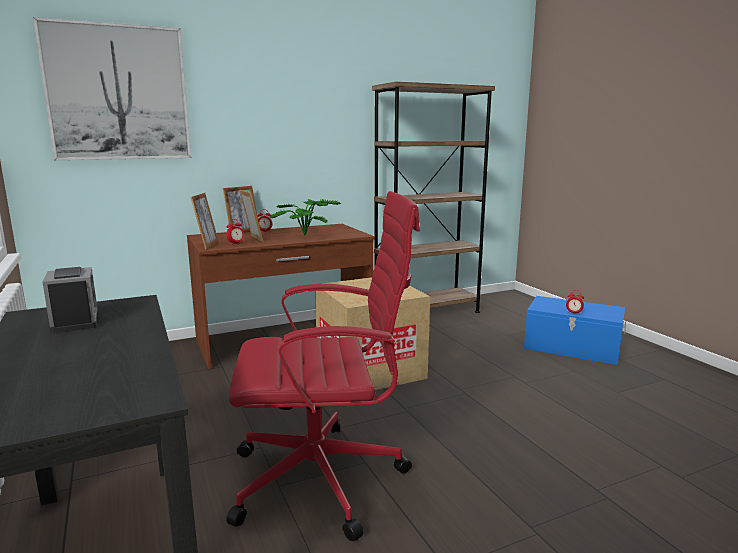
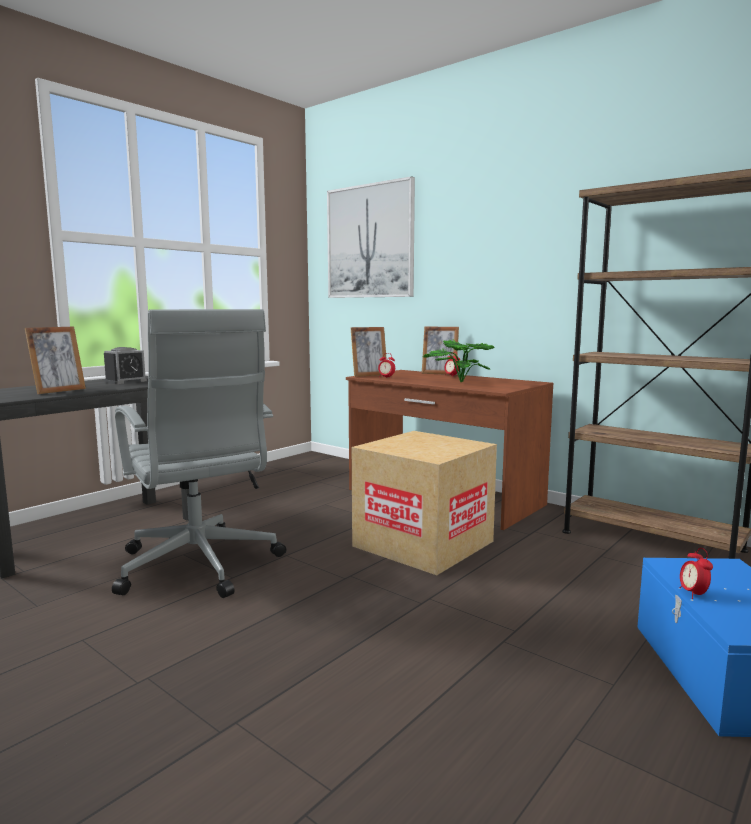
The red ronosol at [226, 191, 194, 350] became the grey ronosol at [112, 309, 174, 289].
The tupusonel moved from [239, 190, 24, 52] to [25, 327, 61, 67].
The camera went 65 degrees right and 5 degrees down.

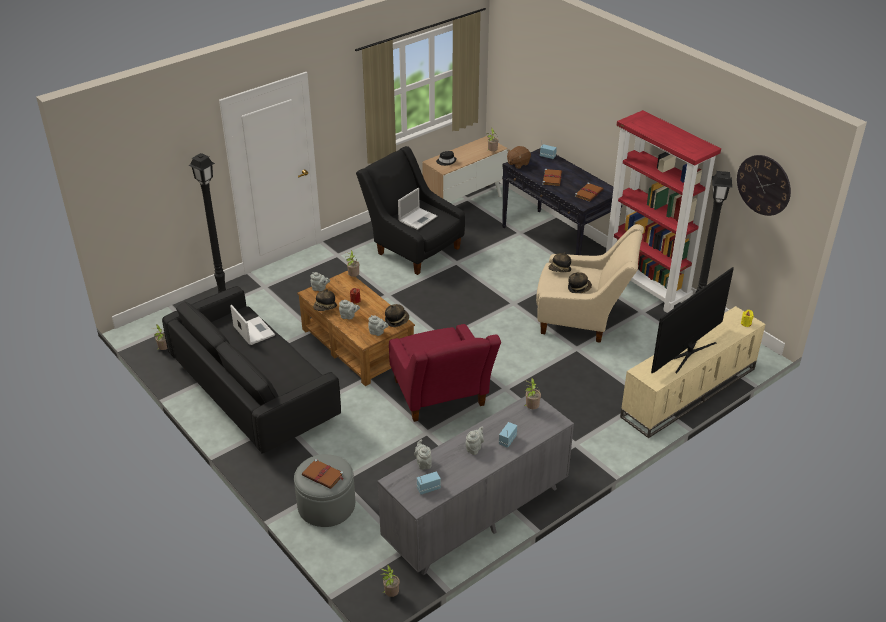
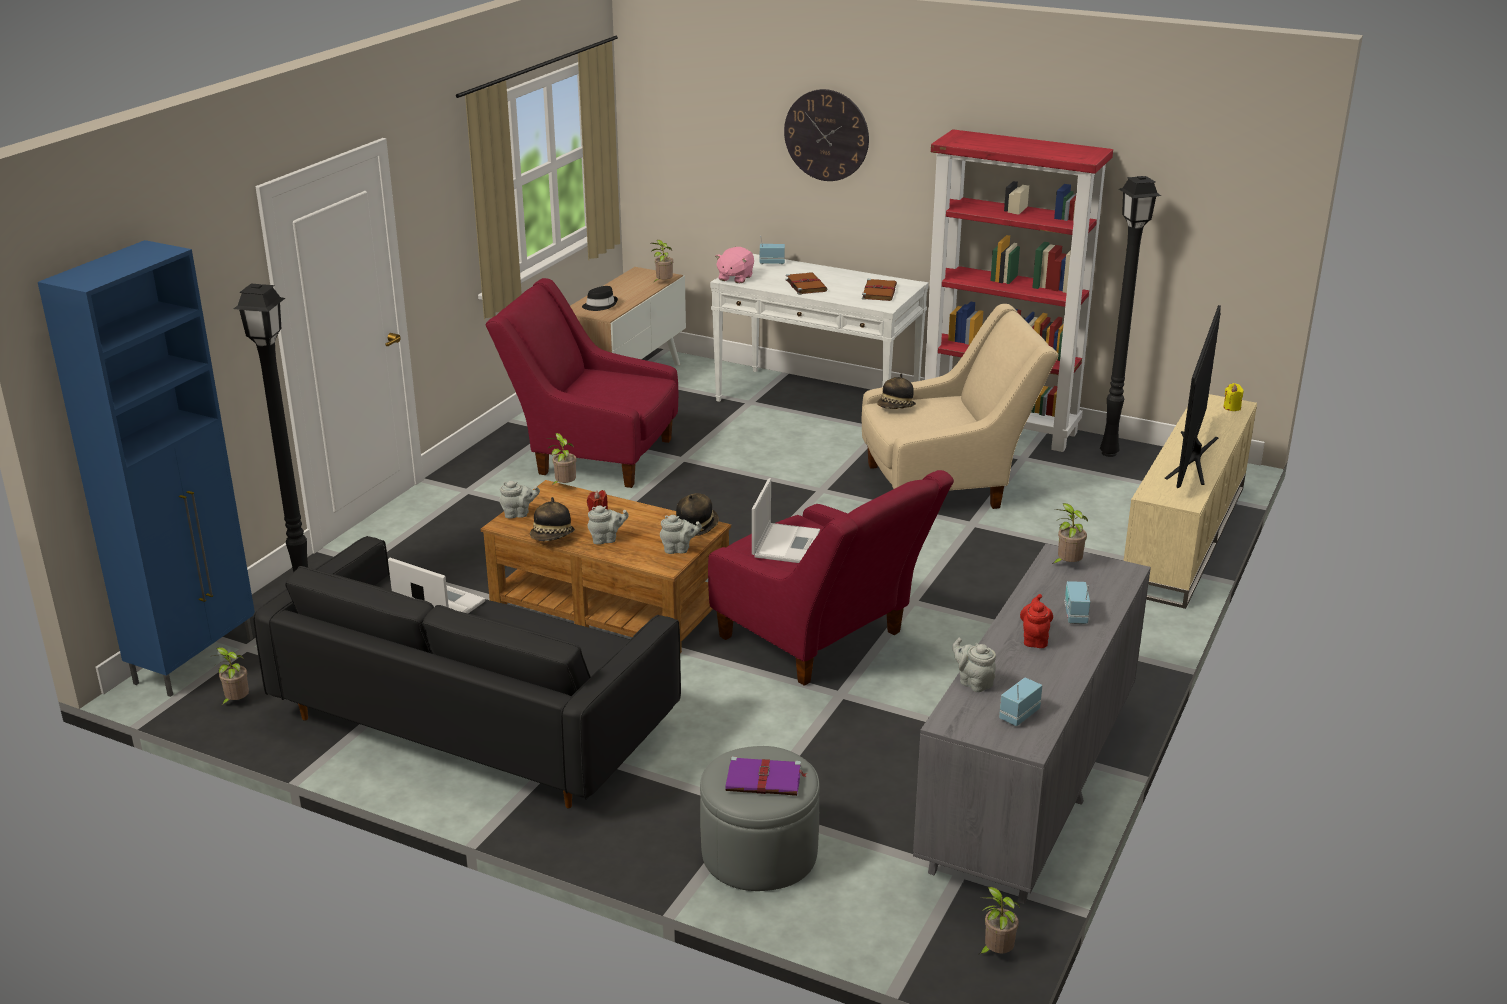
The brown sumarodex at [302, 459, 42, 30] became the purple sumarodex at [725, 756, 82, 40].
The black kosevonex at [356, 146, 109, 129] became the red kosevonex at [486, 278, 192, 210].
The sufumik moved from [398, 188, 39, 42] to [752, 478, 68, 85].
The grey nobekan at [466, 426, 18, 29] became the red nobekan at [1020, 594, 33, 54].
The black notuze at [502, 148, 120, 107] became the white notuze at [710, 254, 219, 148].
The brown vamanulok at [507, 146, 24, 23] became the pink vamanulok at [715, 247, 39, 36].
The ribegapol at [568, 272, 24, 21] disappeared.
The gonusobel moved from [737, 155, 54, 61] to [784, 89, 85, 92].
The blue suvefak at [38, 240, 217, 457] appeared.
The camera went 25 degrees left and 10 degrees down.

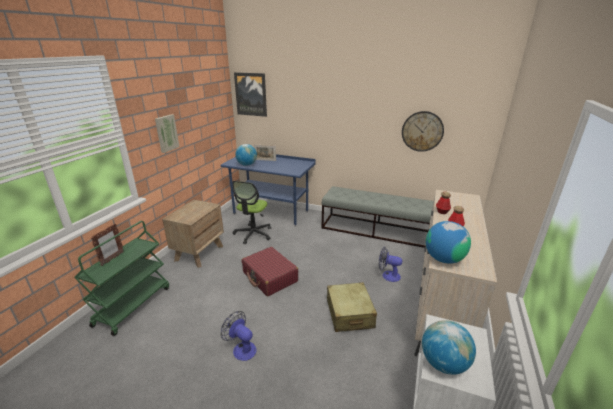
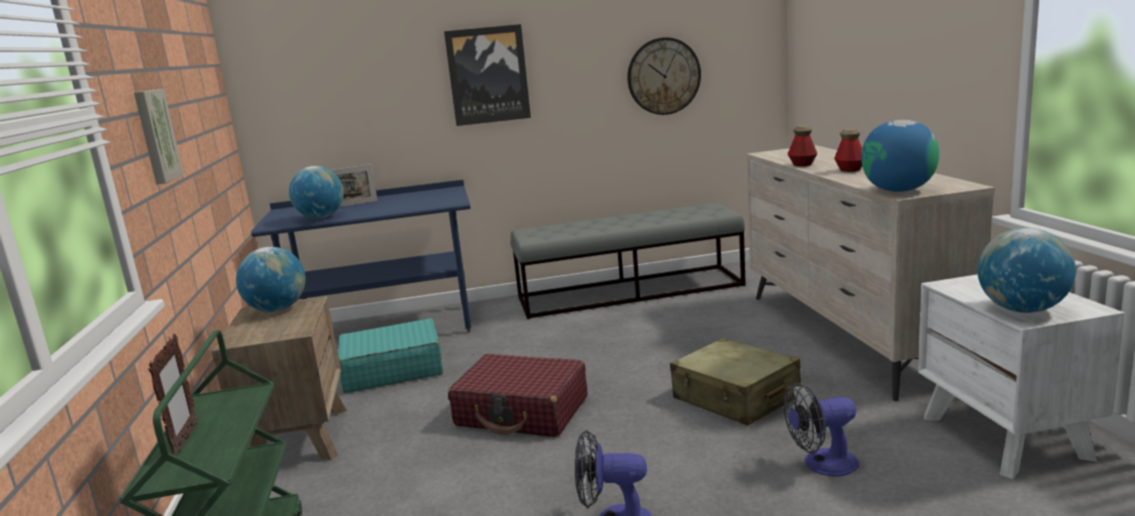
The ronosol at [233, 181, 38, 63] was replaced by the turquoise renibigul at [338, 318, 105, 75].
The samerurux moved from [234, 72, 33, 45] to [444, 24, 87, 102].
The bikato moved from [379, 247, 23, 35] to [784, 383, 75, 93].
The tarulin at [236, 247, 70, 65] appeared.
The camera went 30 degrees left and 10 degrees down.

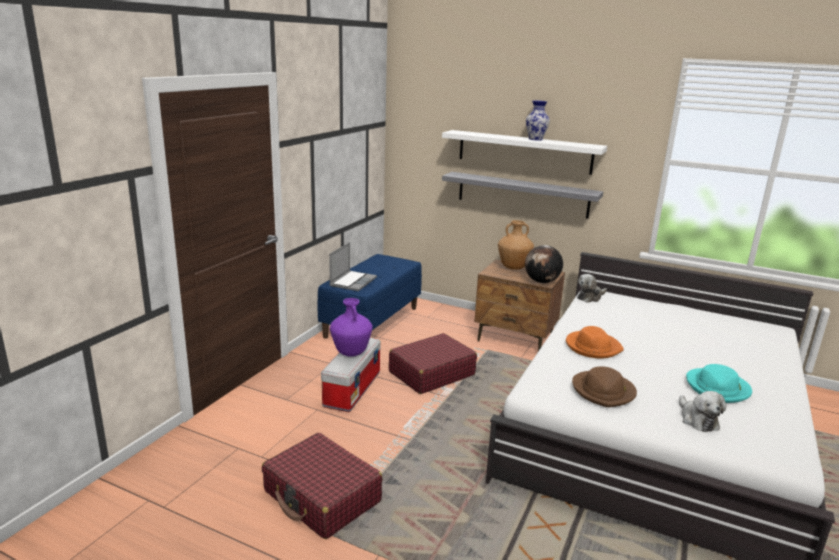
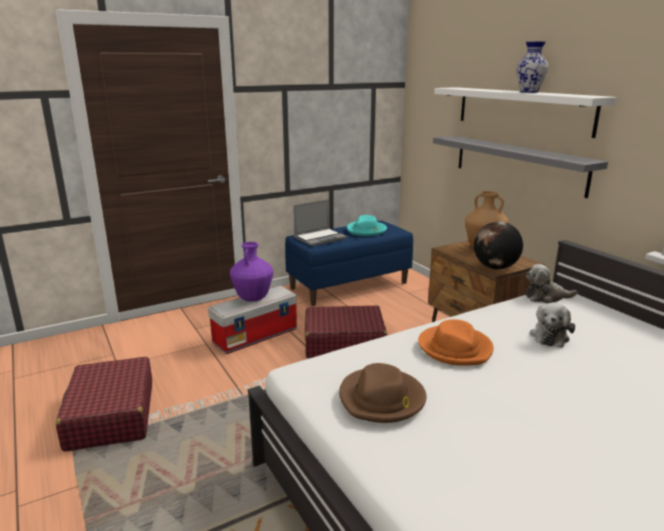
The vamanulok moved from [679, 391, 47, 41] to [529, 303, 46, 45].
The turquoise ribegapol moved from [686, 364, 66, 39] to [347, 215, 40, 21].
The camera went 35 degrees right and 0 degrees up.

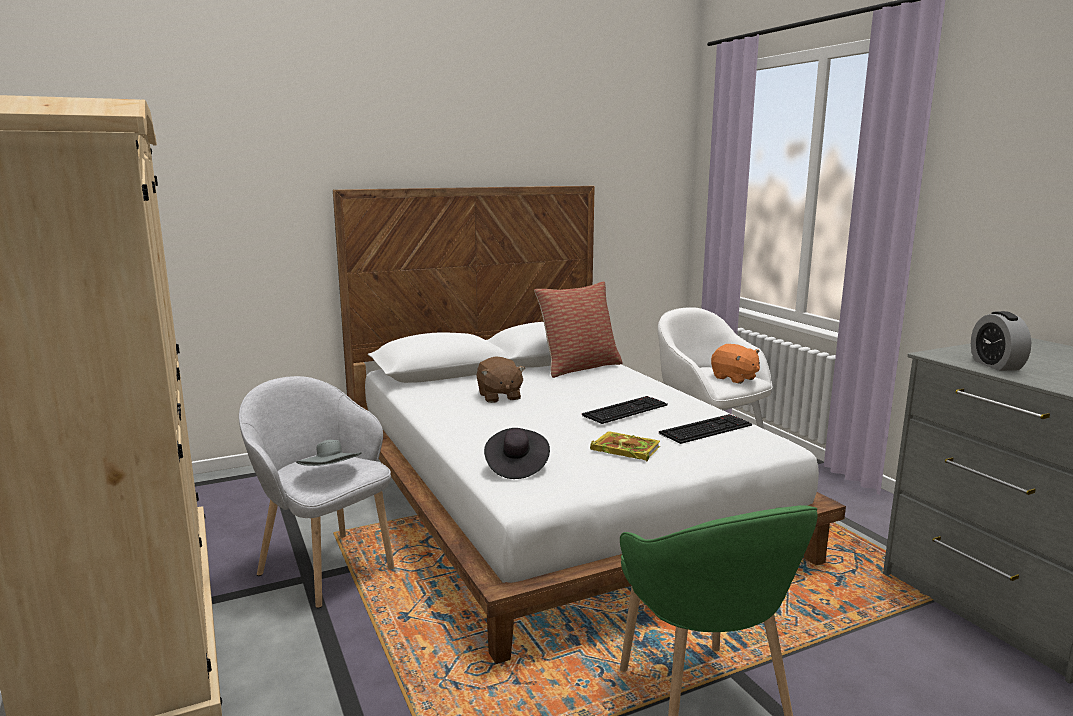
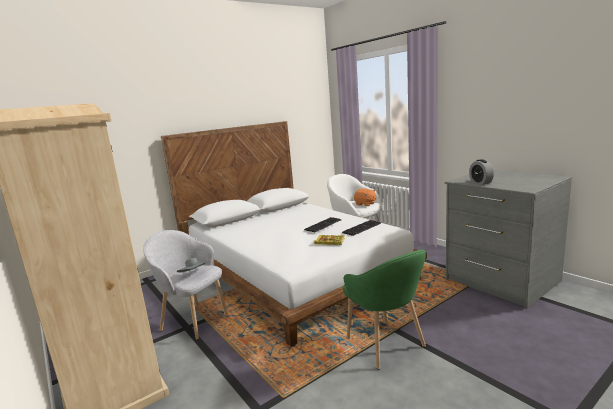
The brown vamanulok at [476, 356, 50, 47] disappeared.
The black ribegapol at [484, 428, 66, 51] disappeared.
The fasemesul at [534, 281, 89, 97] disappeared.
The camera went 10 degrees left and 0 degrees up.

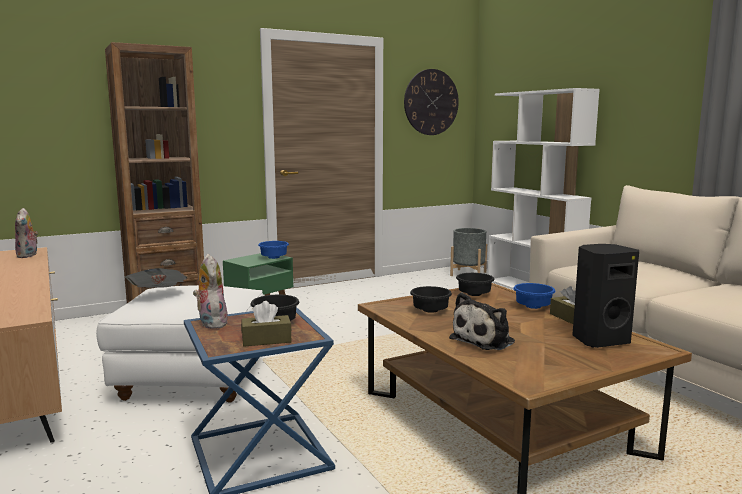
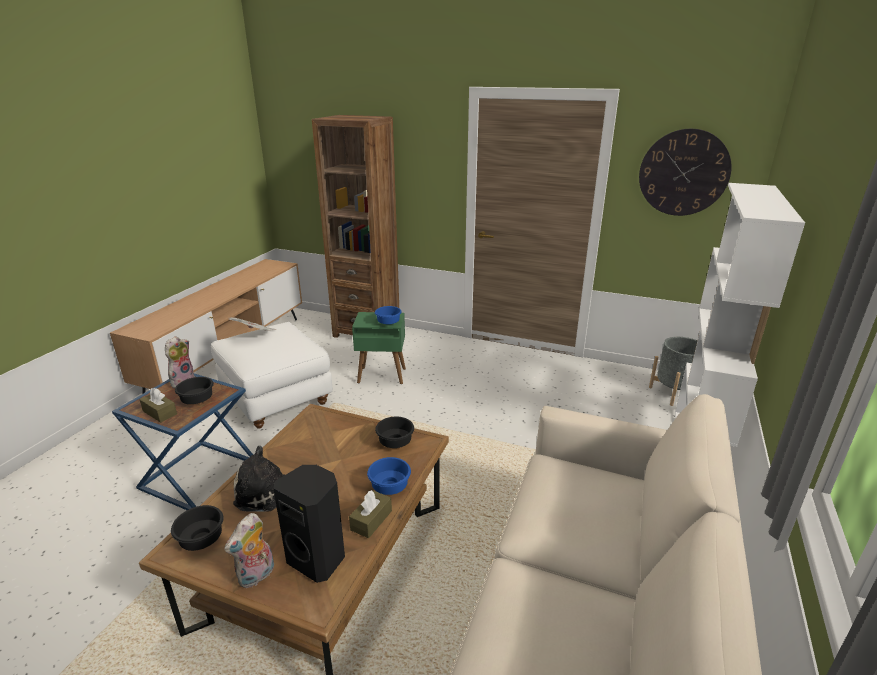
The vamanulok moved from [15, 208, 23, 50] to [224, 513, 50, 75].
The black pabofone moved from [410, 286, 42, 27] to [171, 505, 53, 46].
The camera went 50 degrees right and 15 degrees up.

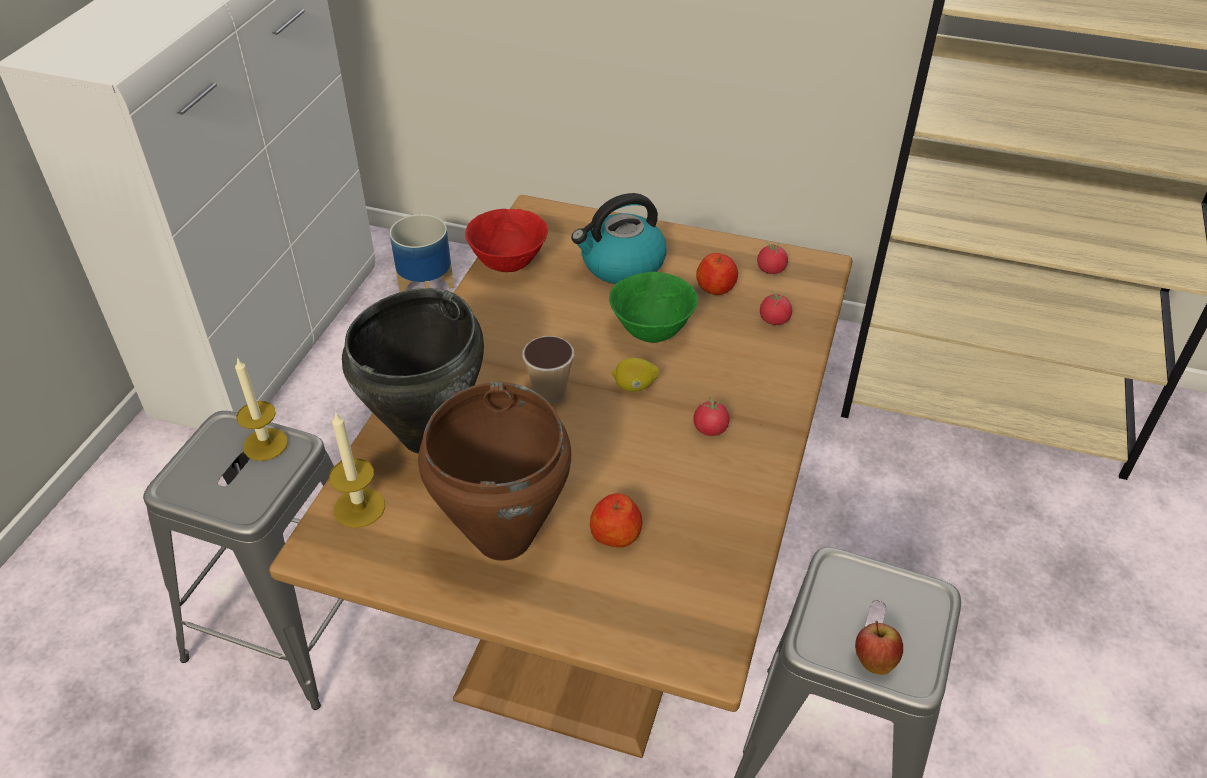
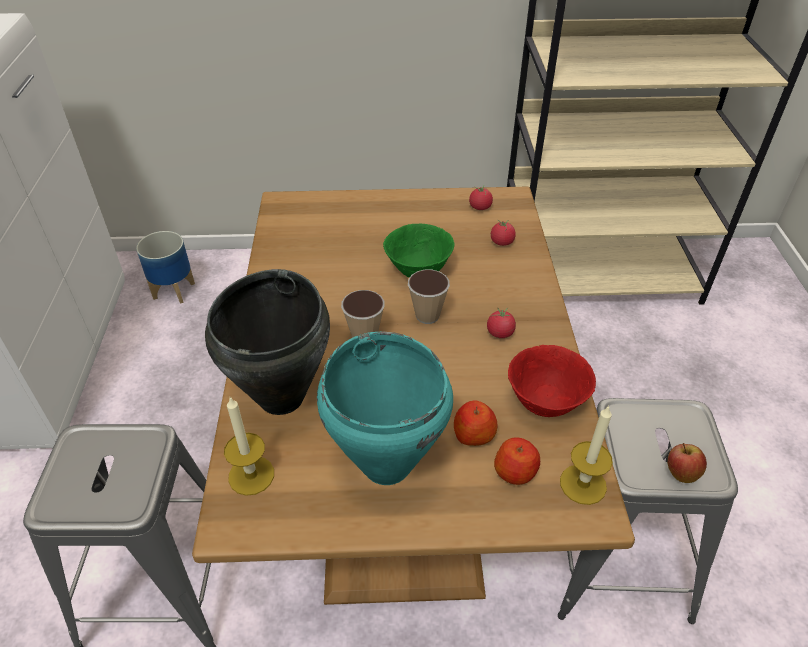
The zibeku moved from [235, 357, 53, 104] to [560, 405, 53, 100].
The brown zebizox at [418, 382, 153, 179] became the turquoise zebizox at [317, 331, 136, 154].
The red pabofone moved from [465, 209, 83, 63] to [508, 345, 88, 72].
The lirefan at [571, 193, 96, 91] disappeared.
The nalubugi at [612, 358, 47, 34] was replaced by the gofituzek at [408, 270, 42, 54].
The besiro moved from [696, 253, 42, 42] to [494, 437, 46, 48].
The camera went 20 degrees left and 0 degrees up.

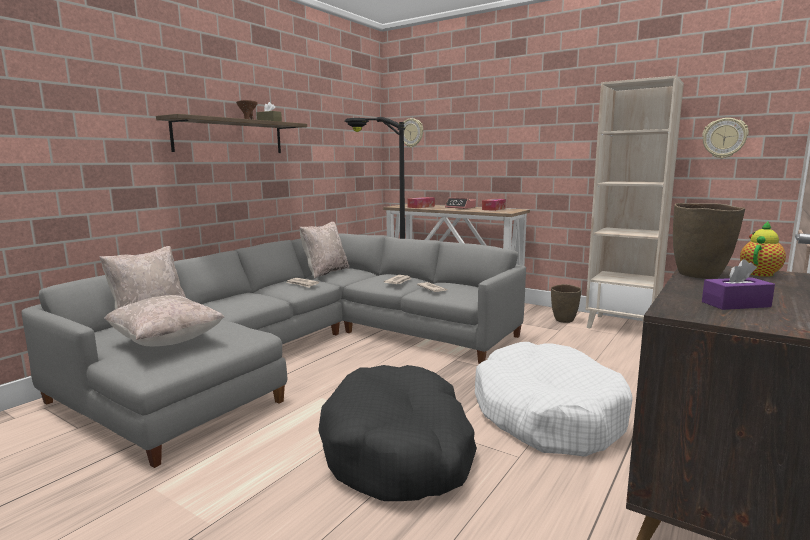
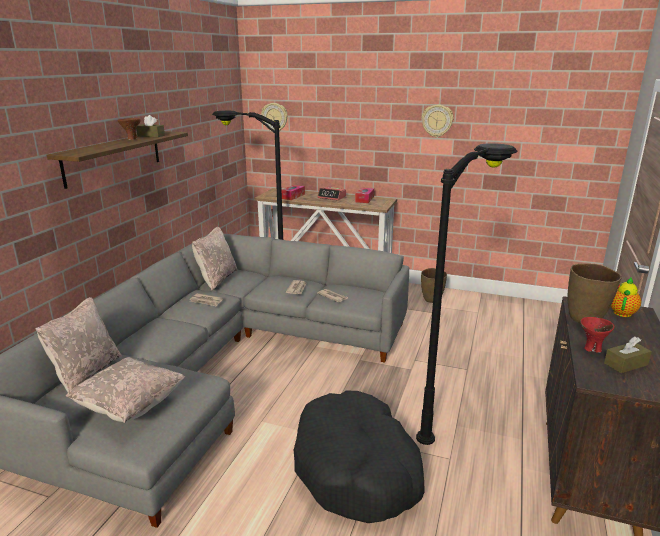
The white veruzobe at [475, 342, 158, 115] was replaced by the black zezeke at [416, 143, 102, 302].
The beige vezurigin at [585, 75, 99, 253] disappeared.
The gonusobel moved from [702, 118, 47, 40] to [422, 105, 31, 32].
The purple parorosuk at [702, 259, 73, 51] became the brown parorosuk at [604, 336, 48, 37].
The red pabofone at [580, 317, 35, 36] appeared.
The camera went 15 degrees left and 10 degrees up.

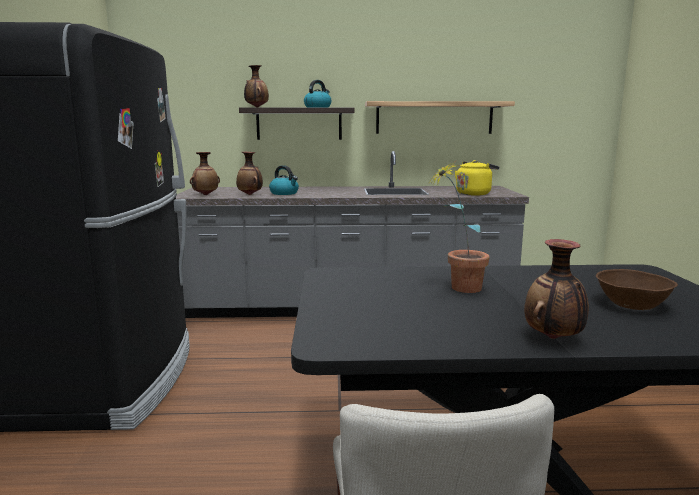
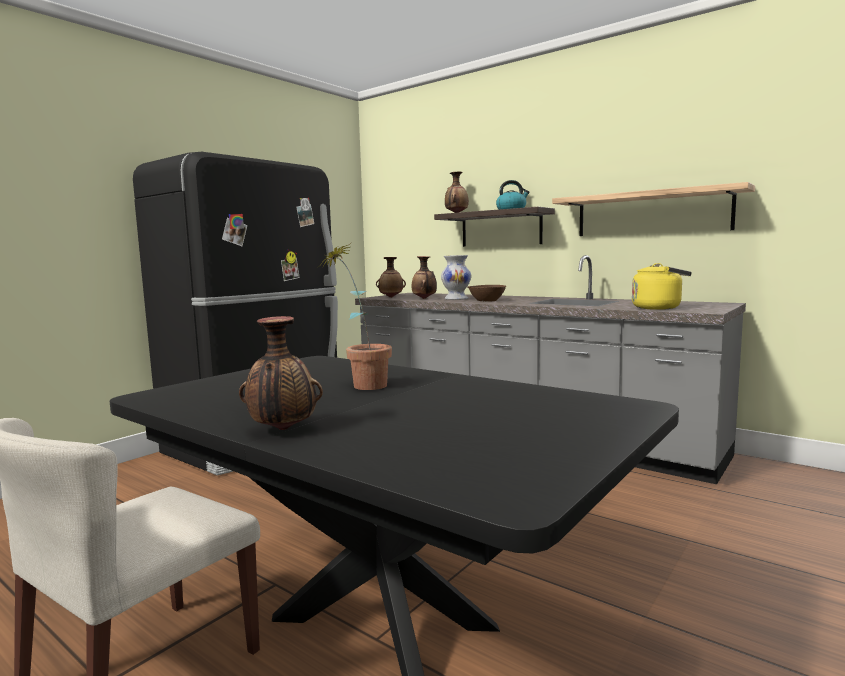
The lirefan at [269, 165, 30, 30] was replaced by the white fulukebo at [441, 255, 30, 45].
The brown pabofone moved from [596, 269, 82, 41] to [468, 285, 39, 17].
The camera went 40 degrees right and 5 degrees down.

